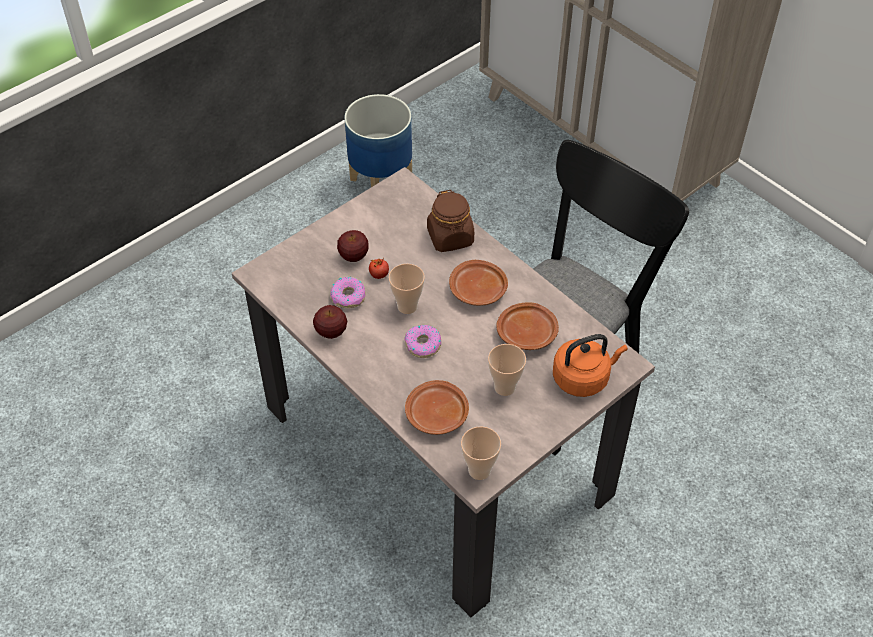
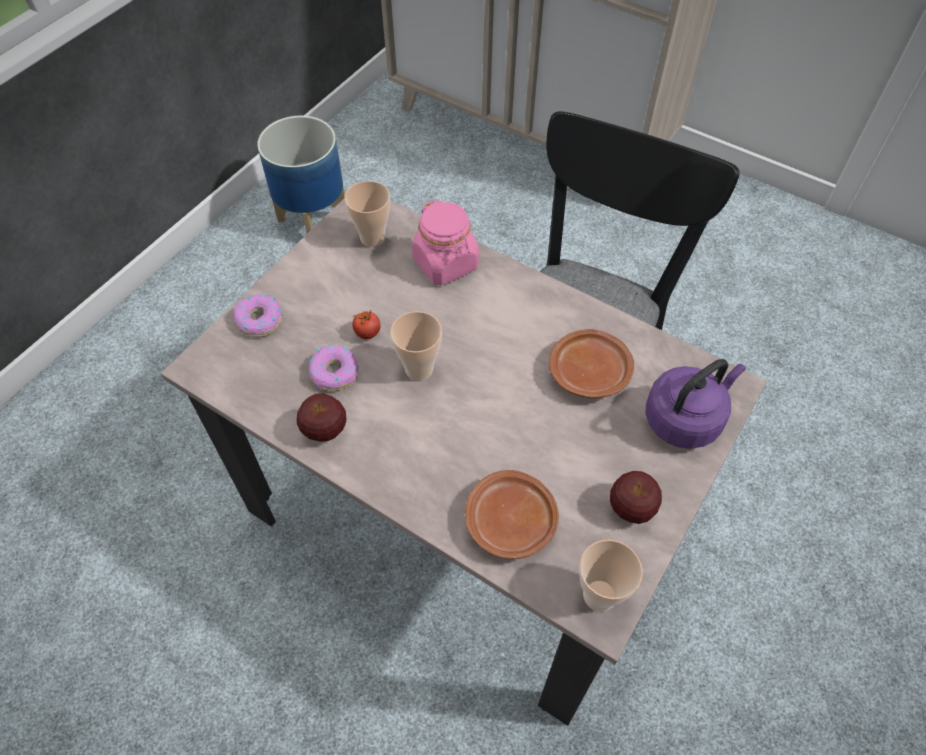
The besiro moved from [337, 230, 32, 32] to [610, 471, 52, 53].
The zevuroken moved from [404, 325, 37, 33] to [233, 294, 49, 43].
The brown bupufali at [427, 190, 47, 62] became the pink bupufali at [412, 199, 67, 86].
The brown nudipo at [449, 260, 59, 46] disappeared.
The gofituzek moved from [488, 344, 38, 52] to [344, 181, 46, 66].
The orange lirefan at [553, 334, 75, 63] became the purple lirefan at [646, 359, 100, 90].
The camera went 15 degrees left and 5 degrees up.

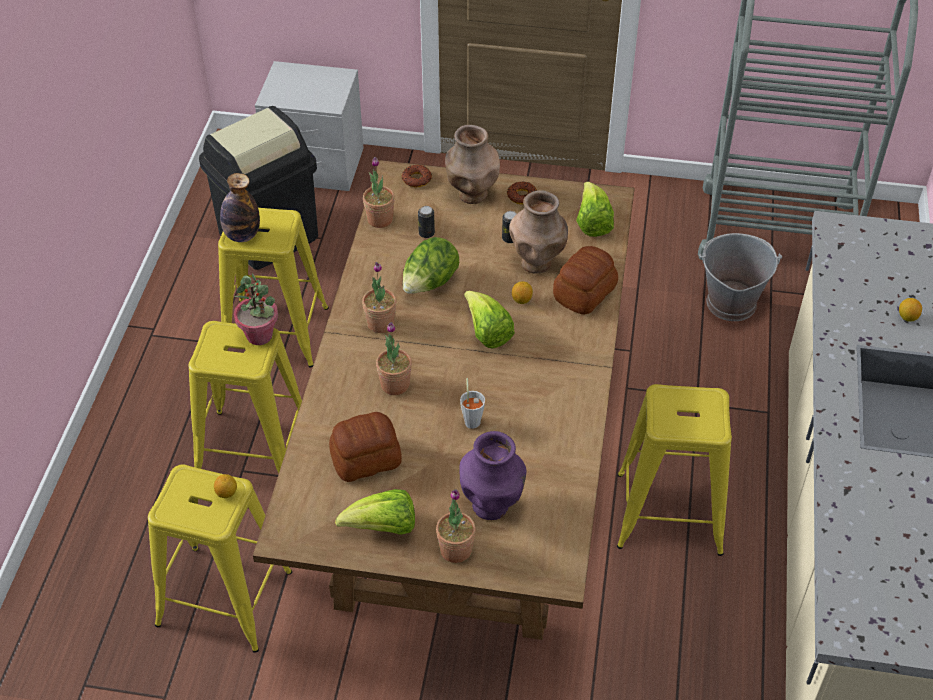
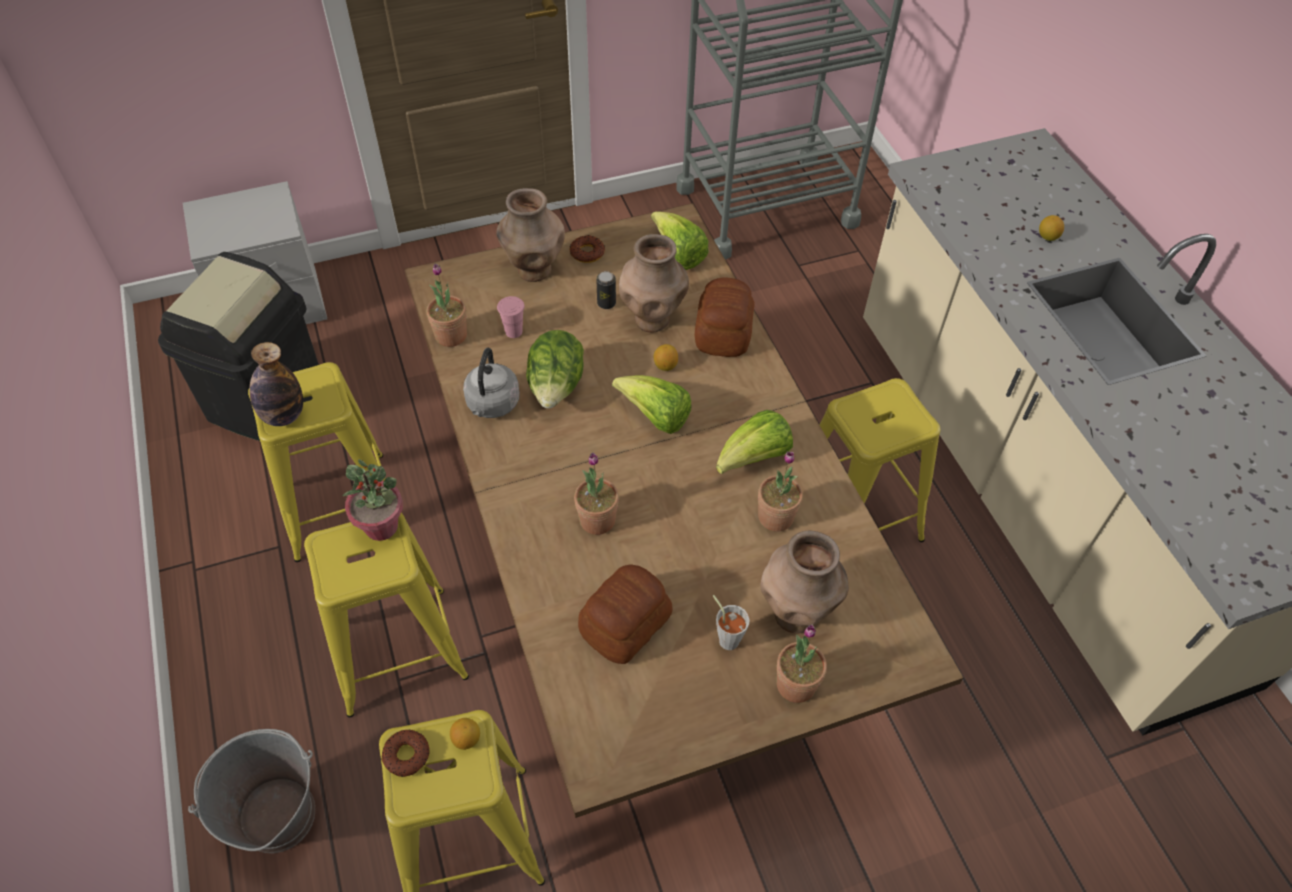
The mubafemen moved from [335, 489, 80, 46] to [716, 410, 77, 64].
The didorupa moved from [362, 262, 35, 71] to [758, 451, 45, 81].
The zevuroken moved from [401, 164, 31, 23] to [381, 729, 49, 48].
The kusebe at [418, 206, 17, 32] was replaced by the pink gofituzek at [497, 296, 28, 42].
The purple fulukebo at [459, 431, 67, 89] became the brown fulukebo at [760, 531, 89, 103].
The grey gofituzek moved from [460, 378, 25, 51] to [713, 595, 37, 55].
The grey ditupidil moved from [699, 233, 83, 88] to [188, 729, 127, 124].
The grey lirefan at [463, 348, 57, 70] appeared.
The camera went 30 degrees left and 5 degrees up.

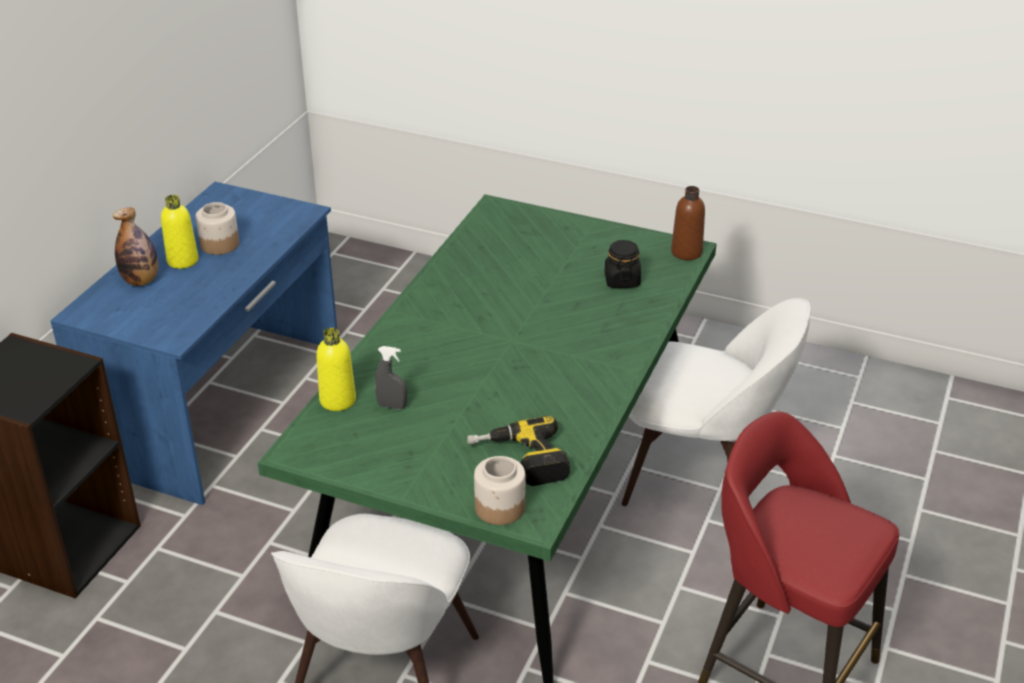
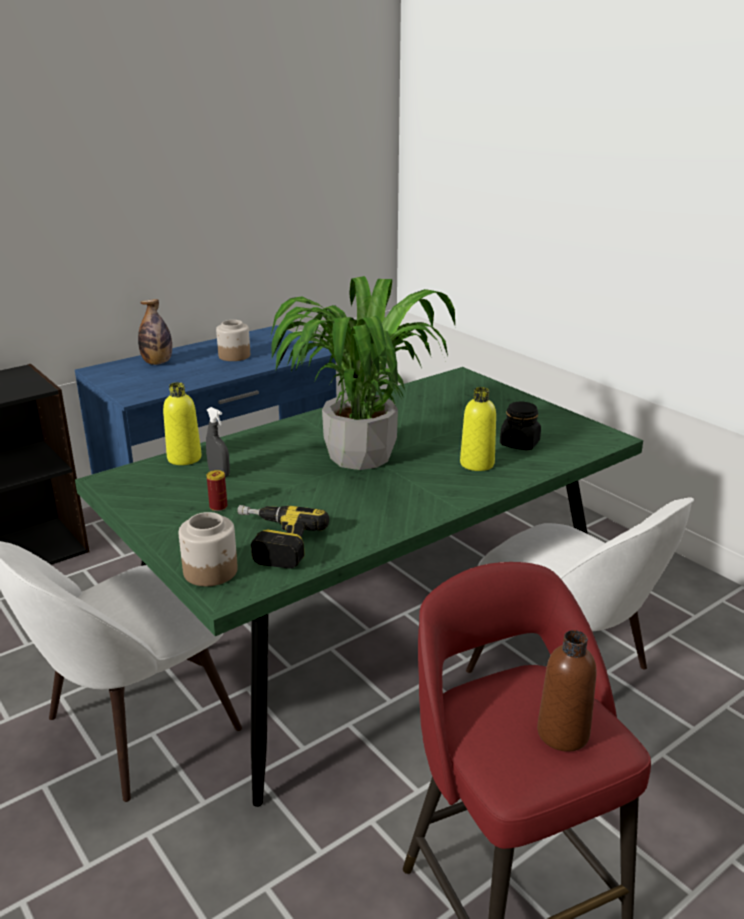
The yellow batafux moved from [161, 195, 37, 74] to [460, 387, 36, 84].
The brown batafux moved from [671, 186, 34, 74] to [537, 630, 59, 122].
The kusebe at [207, 470, 20, 41] appeared.
The didorupa at [271, 276, 184, 194] appeared.
The camera went 30 degrees right and 10 degrees down.

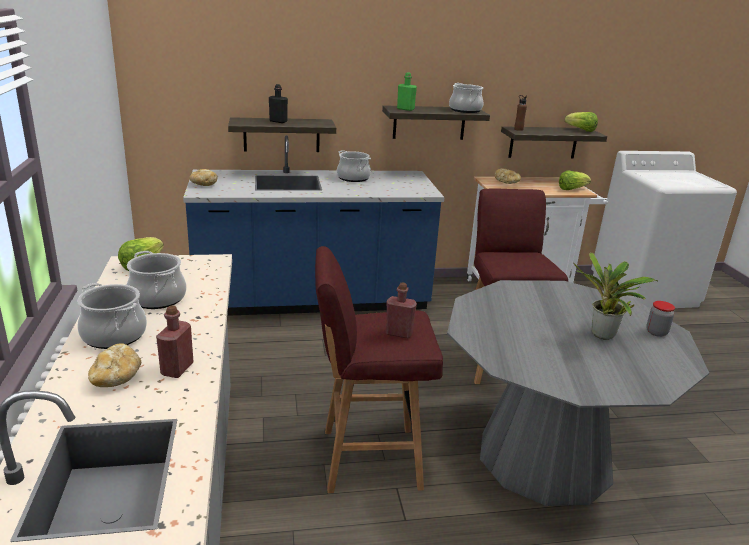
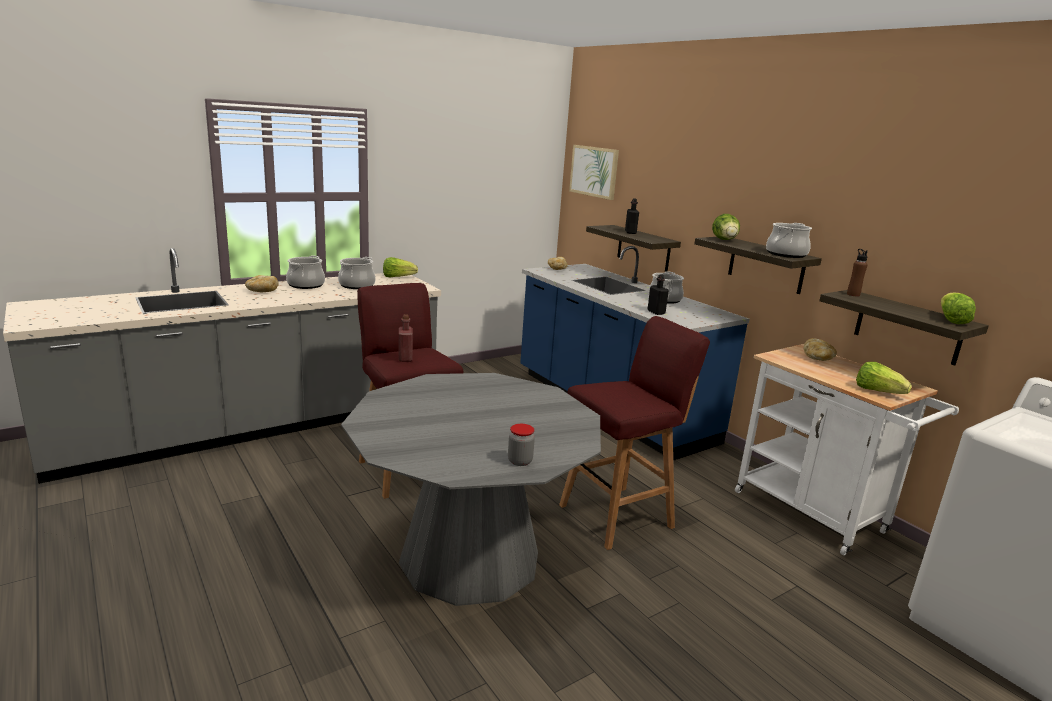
The red batafux at [156, 305, 38, 73] disappeared.
The green batafux at [397, 72, 20, 39] was replaced by the mubafemen at [712, 214, 28, 26].
The didorupa at [573, 252, 85, 88] disappeared.
The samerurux at [569, 145, 50, 55] appeared.
The black batafux at [647, 274, 22, 41] appeared.
The camera went 65 degrees right and 5 degrees down.

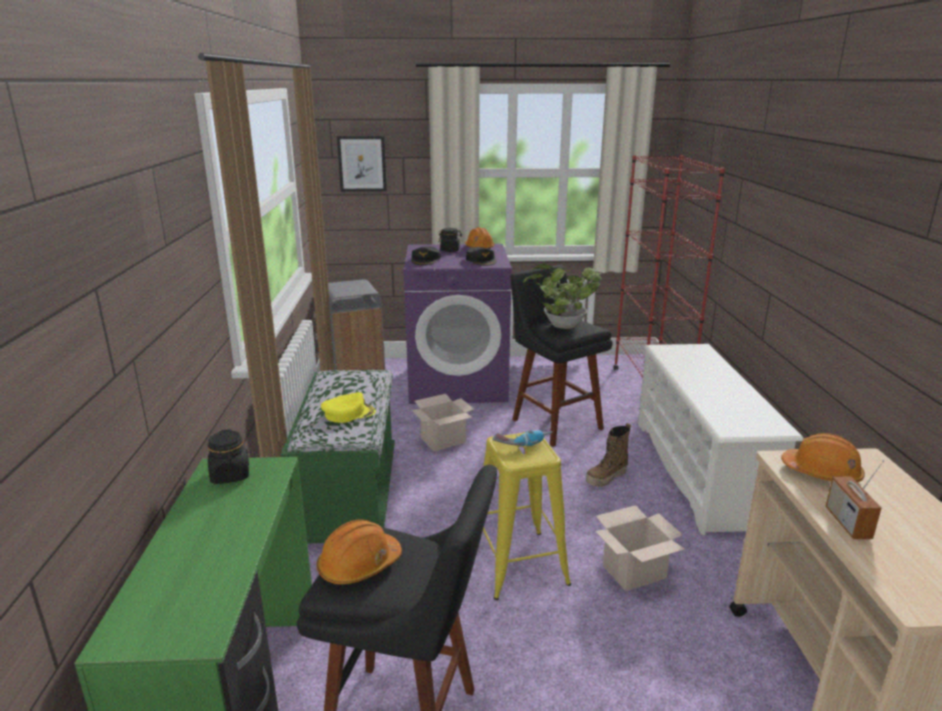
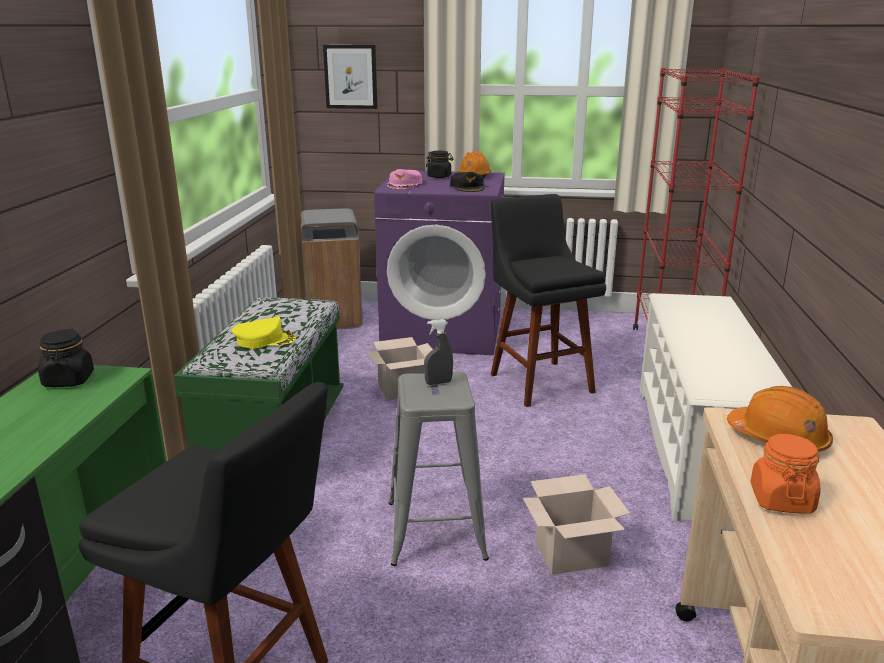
The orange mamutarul at [316, 519, 86, 66] disappeared.
The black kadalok at [411, 246, 29, 19] became the pink kadalok at [387, 169, 35, 20].
The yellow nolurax at [483, 432, 88, 168] became the grey nolurax at [389, 372, 100, 194].
The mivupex at [492, 430, 61, 16] was replaced by the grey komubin at [424, 319, 29, 66].
The didorupa at [523, 263, 79, 66] disappeared.
The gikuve at [586, 423, 45, 64] disappeared.
The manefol at [826, 460, 59, 79] was replaced by the orange bupufali at [750, 434, 70, 80].
The camera went 10 degrees right and 0 degrees up.

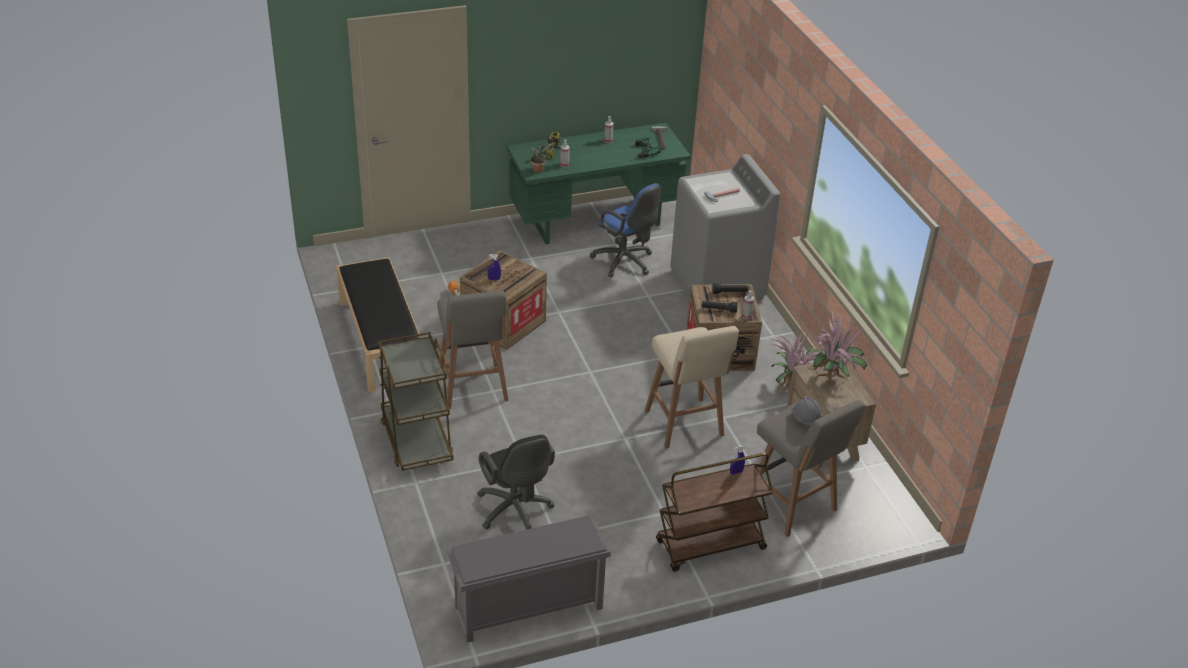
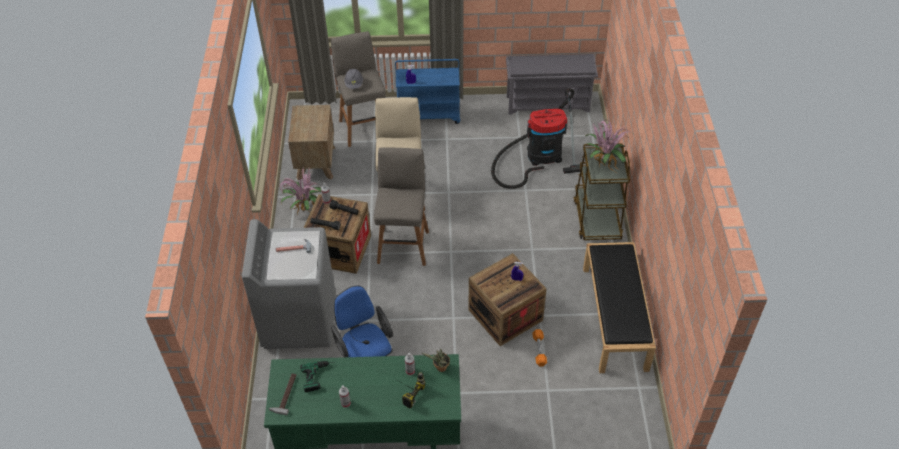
The grey nolurax moved from [437, 291, 72, 118] to [374, 148, 55, 118].
The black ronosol at [477, 434, 78, 96] was replaced by the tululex at [491, 88, 89, 101].
The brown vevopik at [656, 453, 117, 119] became the blue vevopik at [395, 59, 65, 65].
The didorupa moved from [806, 310, 61, 75] to [586, 120, 46, 52].
The camera went 160 degrees left and 10 degrees up.

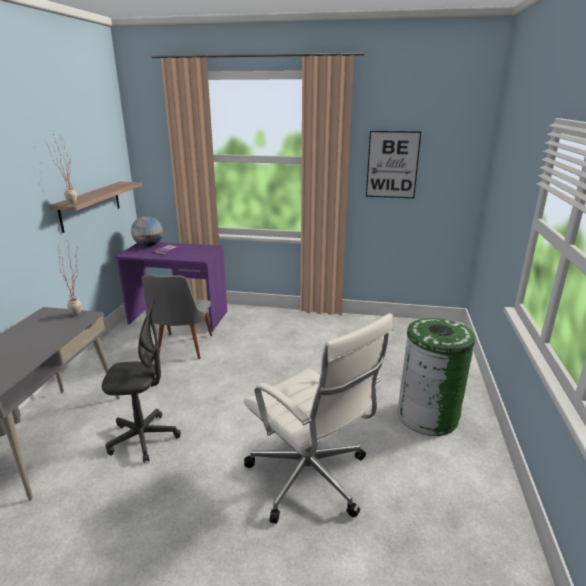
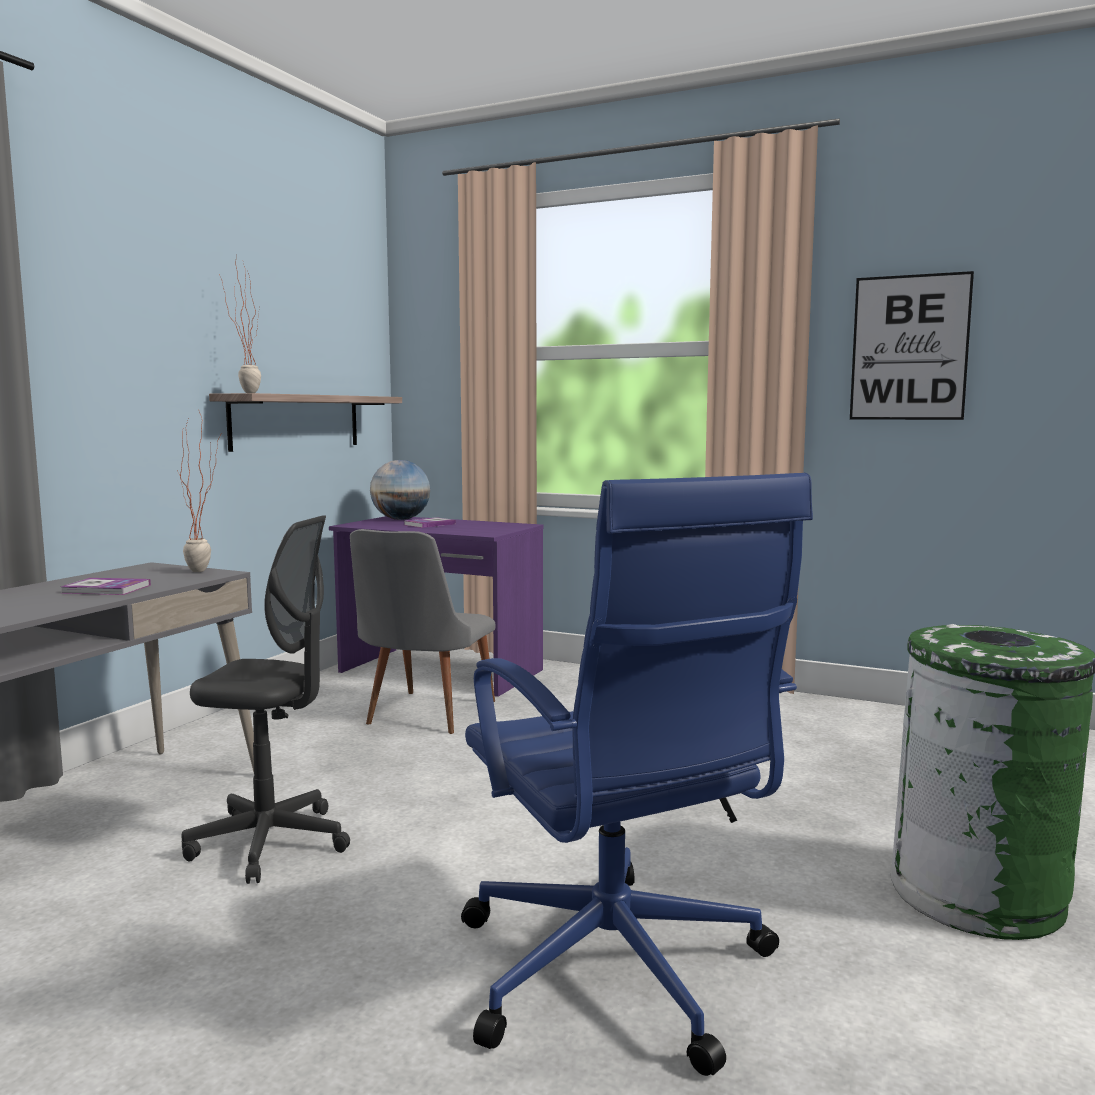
The white ronosol at [244, 313, 149, 211] became the blue ronosol at [461, 473, 352, 603].
The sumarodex at [60, 578, 91, 17] appeared.
The camera went 15 degrees right and 15 degrees down.

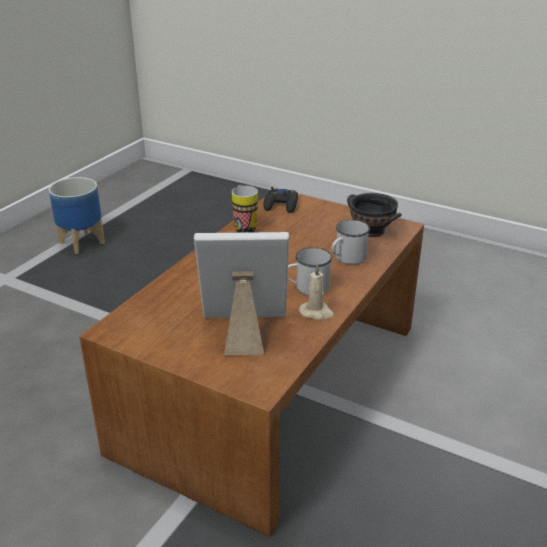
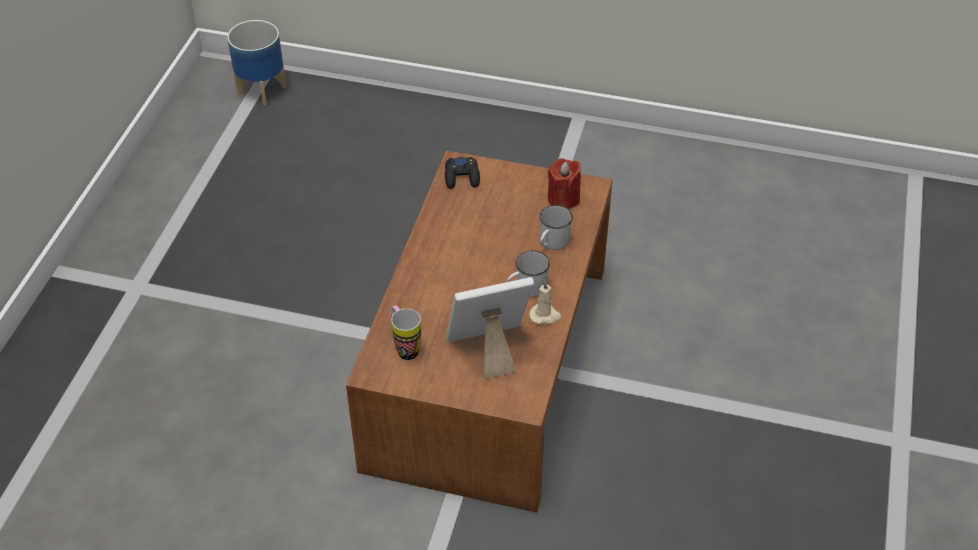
The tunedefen moved from [49, 177, 56, 77] to [227, 20, 60, 85].
The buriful moved from [232, 185, 26, 48] to [391, 306, 30, 54].
The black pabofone at [347, 193, 55, 44] was replaced by the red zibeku at [548, 158, 33, 51].
The camera went 15 degrees left and 15 degrees up.

